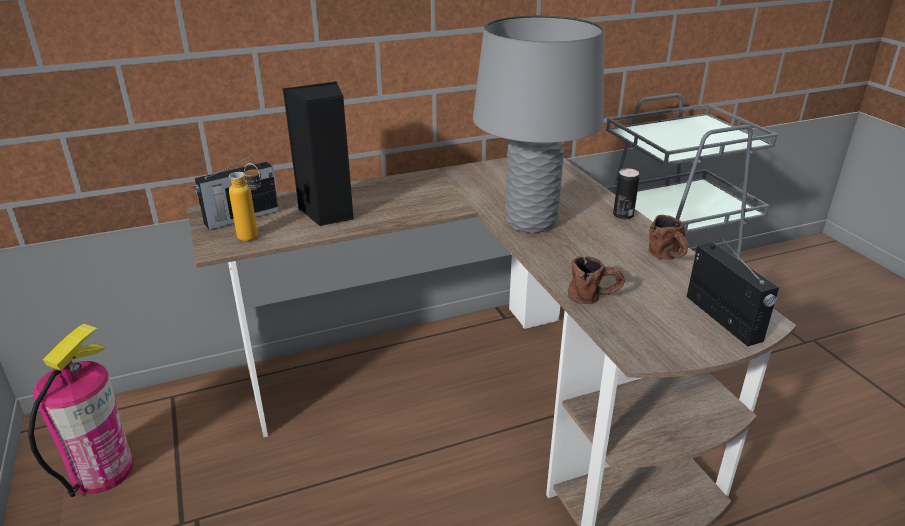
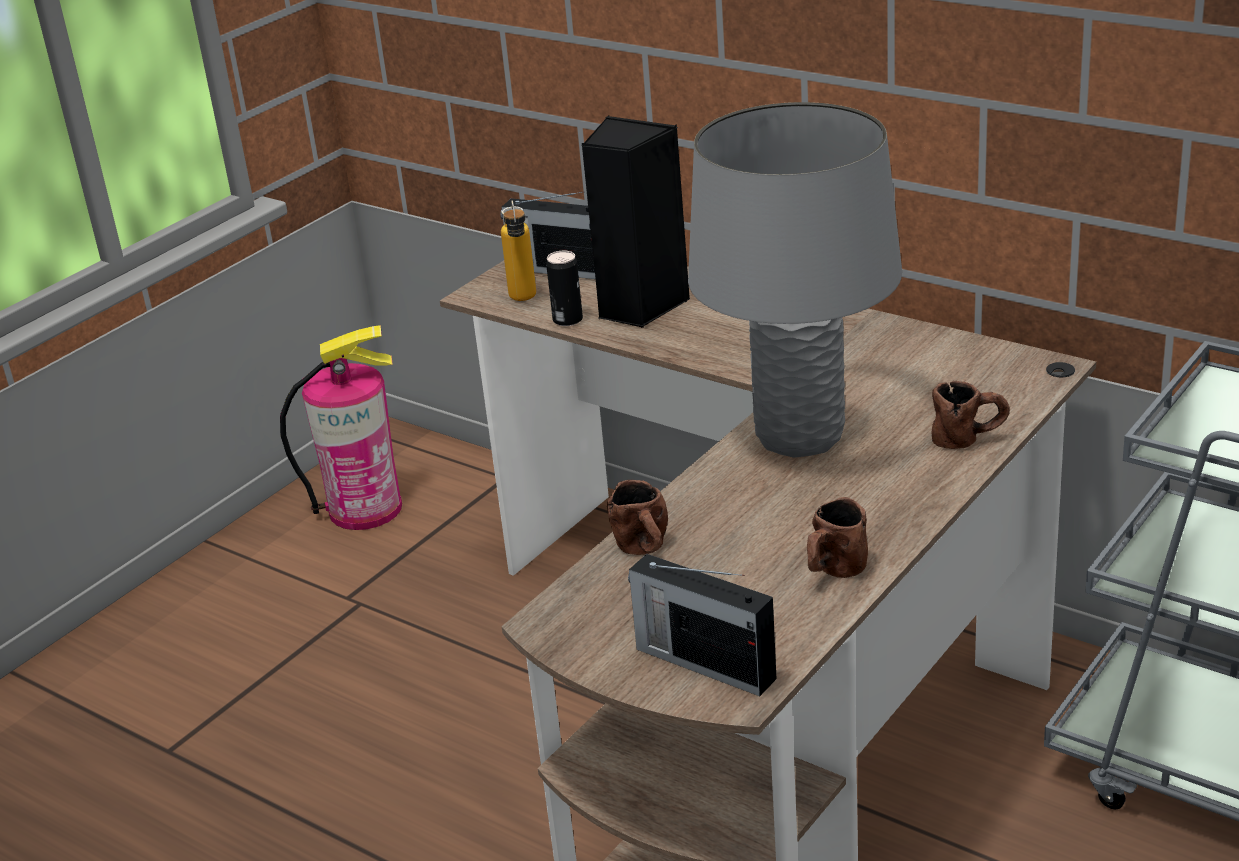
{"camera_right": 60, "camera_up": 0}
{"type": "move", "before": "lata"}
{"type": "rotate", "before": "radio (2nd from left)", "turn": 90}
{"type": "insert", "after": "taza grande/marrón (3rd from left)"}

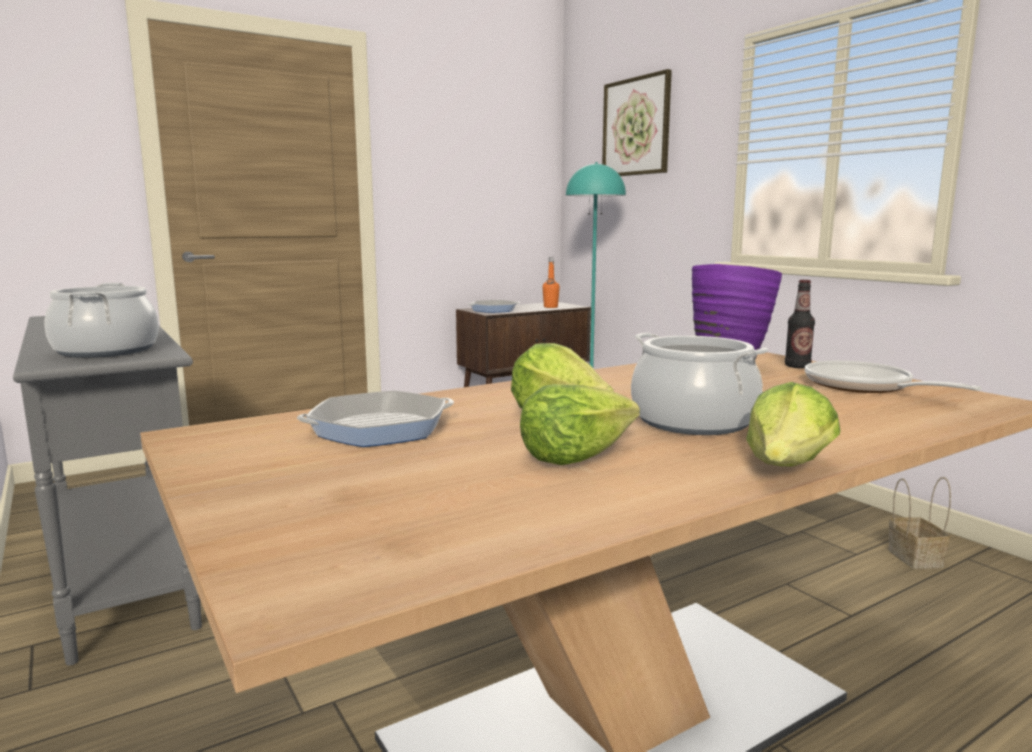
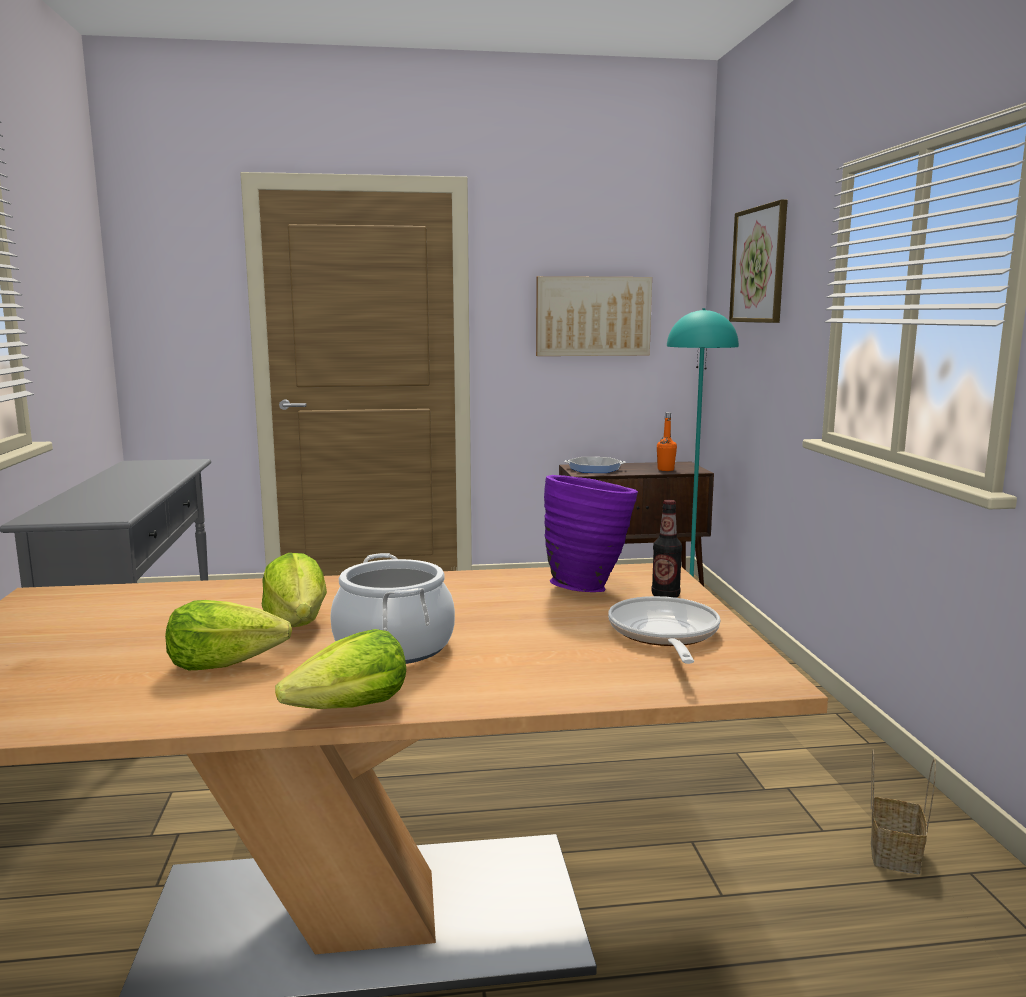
{"camera_right": 25, "camera_up": 0}
{"type": "delete", "before": "olla (1st from left)"}
{"type": "delete", "before": "sartén (1st from left)"}
{"type": "insert", "after": "cuadro (1st from left)"}

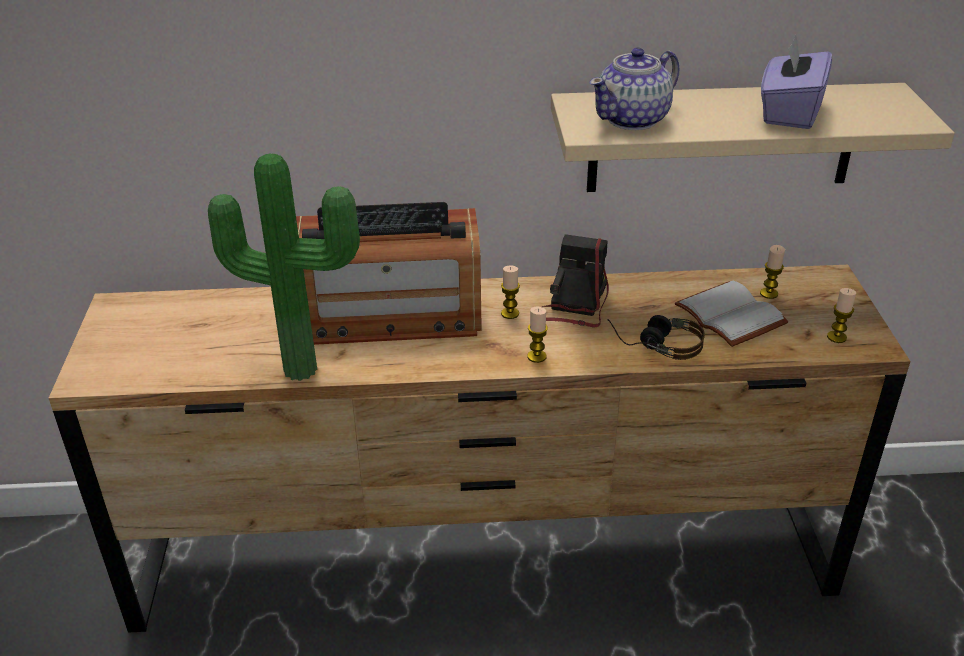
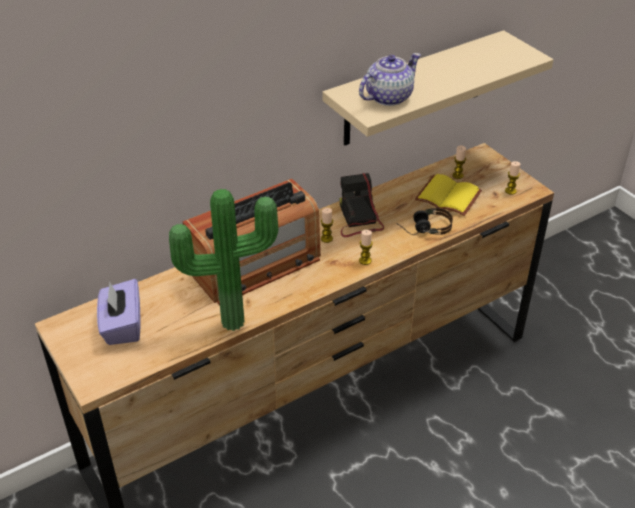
{"camera_right": -30, "camera_up": 5}
{"type": "rotate", "before": "tetera", "turn": -150}
{"type": "recolor", "before": "libro/blanco", "after": "libro/amarillo"}
{"type": "move", "before": "caja de pañuelos/morado"}

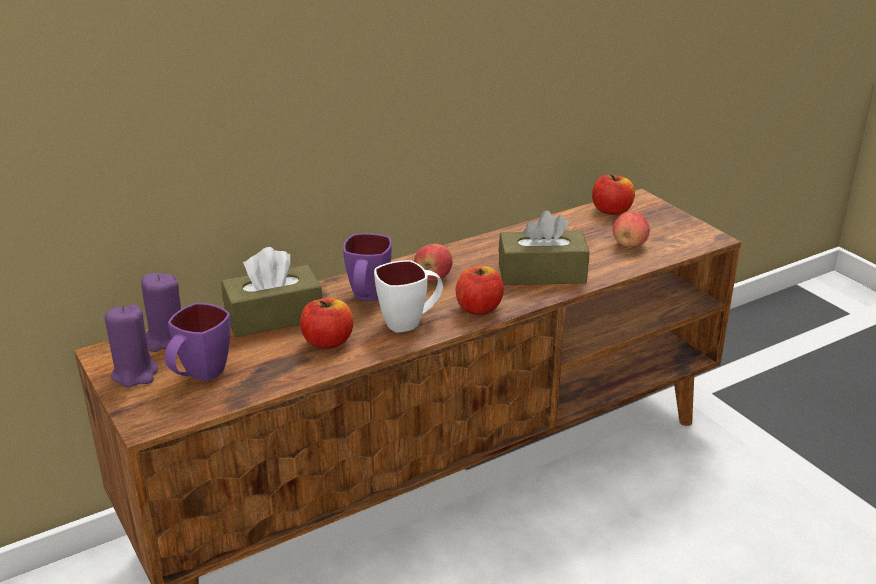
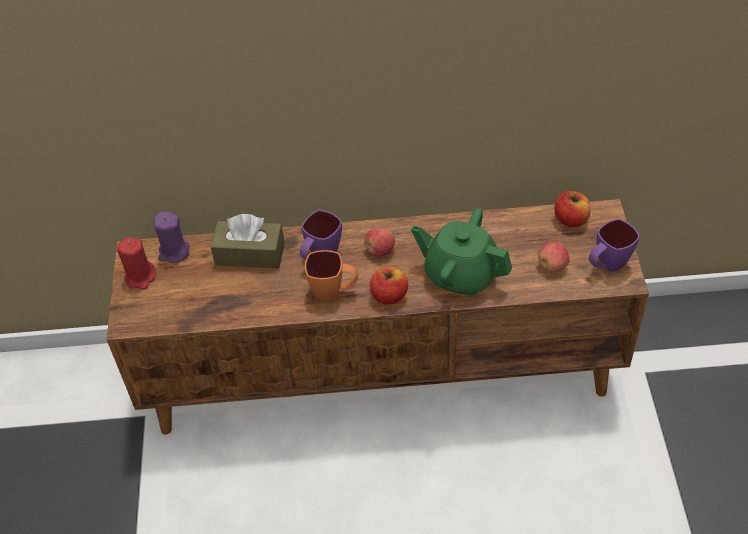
{"camera_right": 30, "camera_up": 20}
{"type": "recolor", "before": "vela/morado (1st from left)", "after": "vela/rojo"}
{"type": "move", "before": "taza grande/morado (1st from left in the first image)", "after": "taza grande/morado (2nd from left)"}
{"type": "delete", "before": "manzana (1st from left)"}
{"type": "recolor", "before": "taza grande/blanco", "after": "taza grande/naranja"}
{"type": "replace", "before": "caja de pañuelos/marrón (2nd from left)", "after": "tetera/verde"}

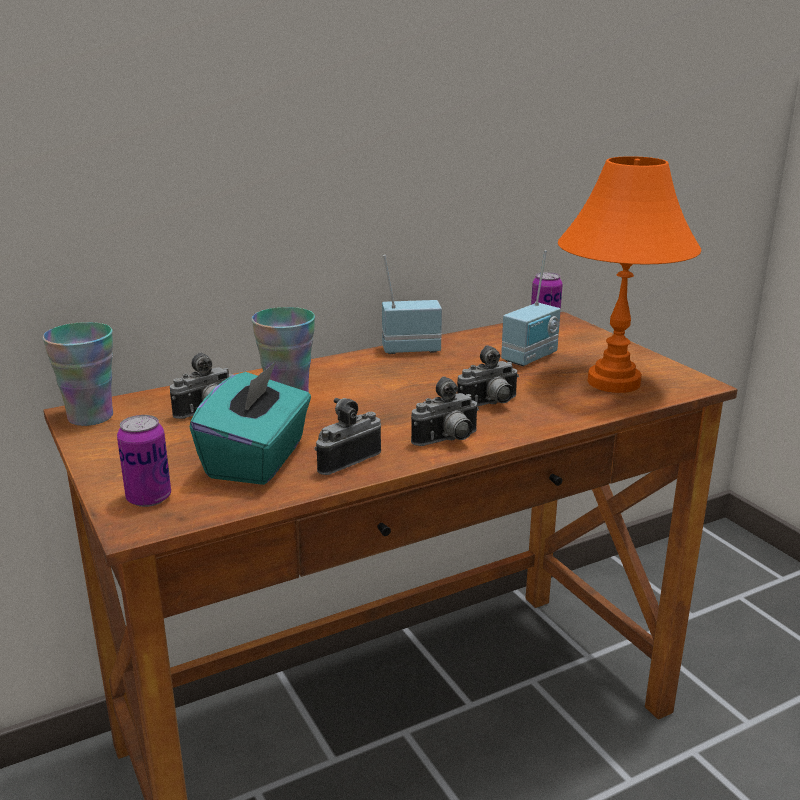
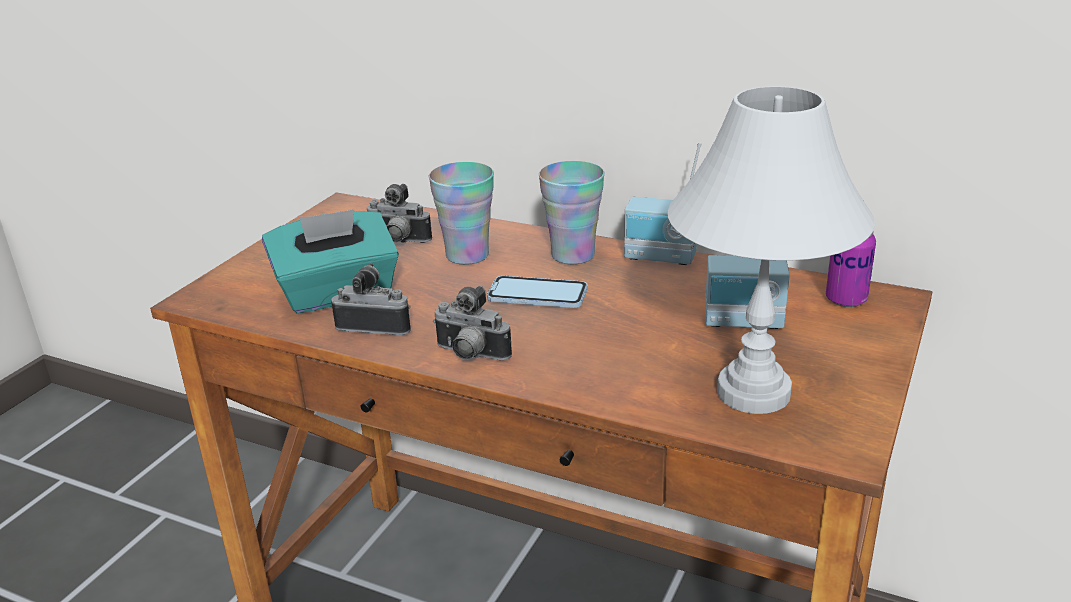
{"camera_right": 55, "camera_up": 5}
{"type": "move", "before": "taza (1st from left in the first image)", "after": "taza (2nd from left)"}
{"type": "delete", "before": "lata (1st from left)"}
{"type": "rotate", "before": "radio (1st from left)", "turn": 150}
{"type": "delete", "before": "cámara (4th from left)"}
{"type": "recolor", "before": "lámpara de mesa/naranja", "after": "lámpara de mesa/blanco"}
{"type": "insert", "after": "móvil"}

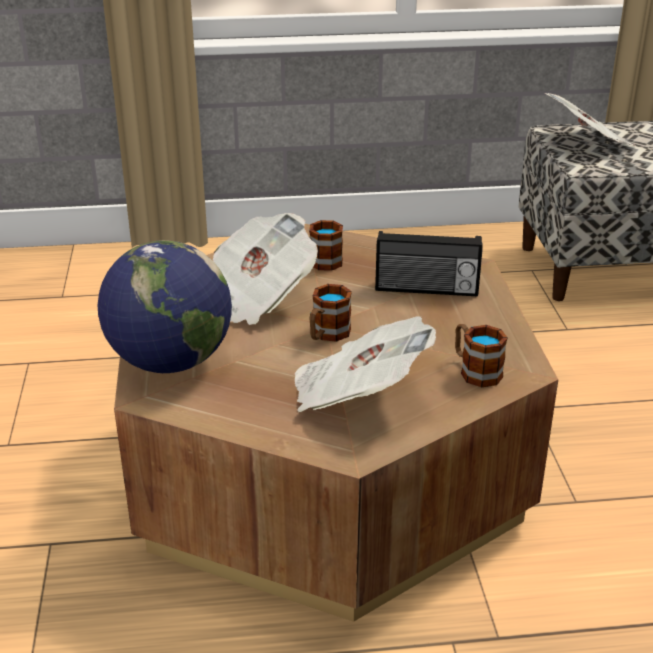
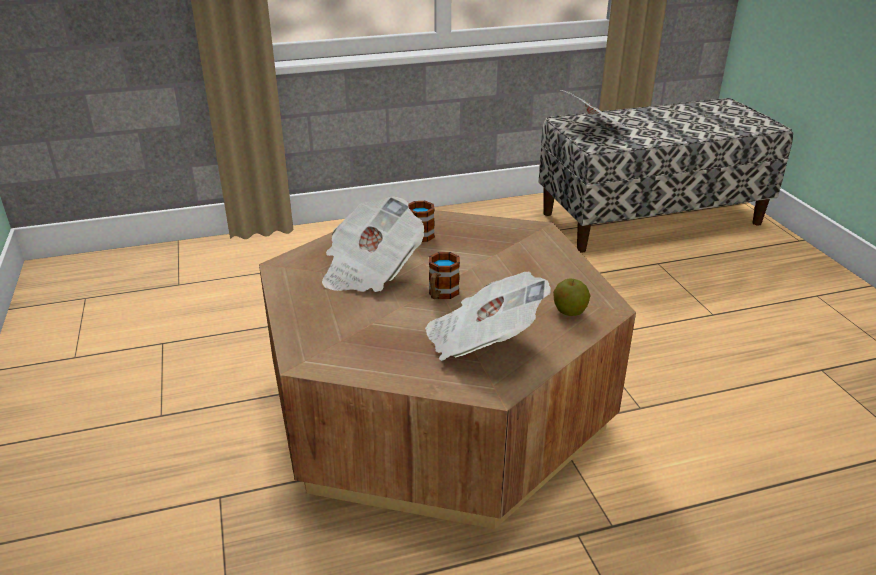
{"camera_right": -10, "camera_up": 0}
{"type": "delete", "before": "globo terráqueo"}
{"type": "delete", "before": "radio"}
{"type": "replace", "before": "taza grande (3rd from left)", "after": "manzana"}

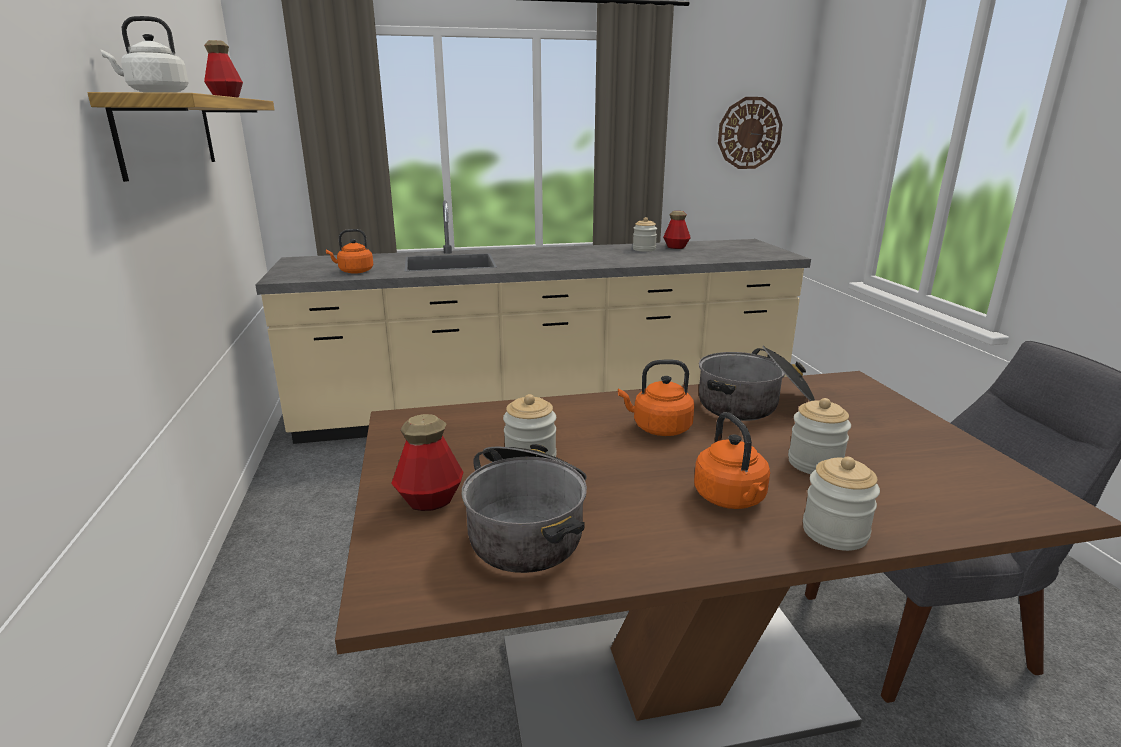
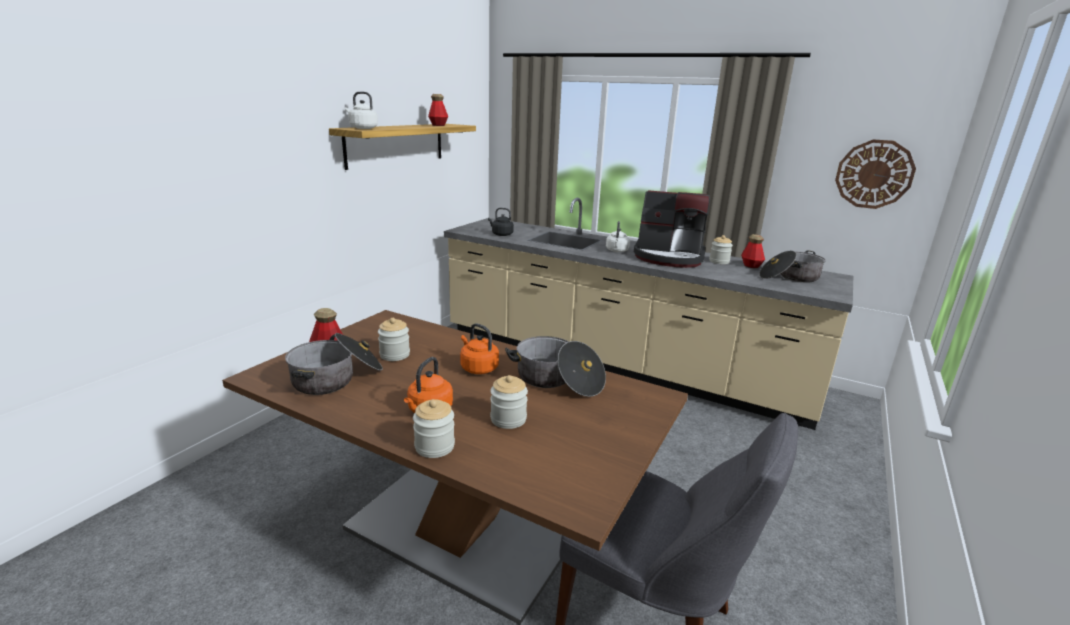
{"camera_right": 40, "camera_up": 0}
{"type": "recolor", "before": "hervidor/naranja (1st from left)", "after": "hervidor/negro"}
{"type": "insert", "after": "hervidor/blanco (2nd from left)"}
{"type": "insert", "after": "cafetera"}
{"type": "insert", "after": "olla (3rd from left)"}

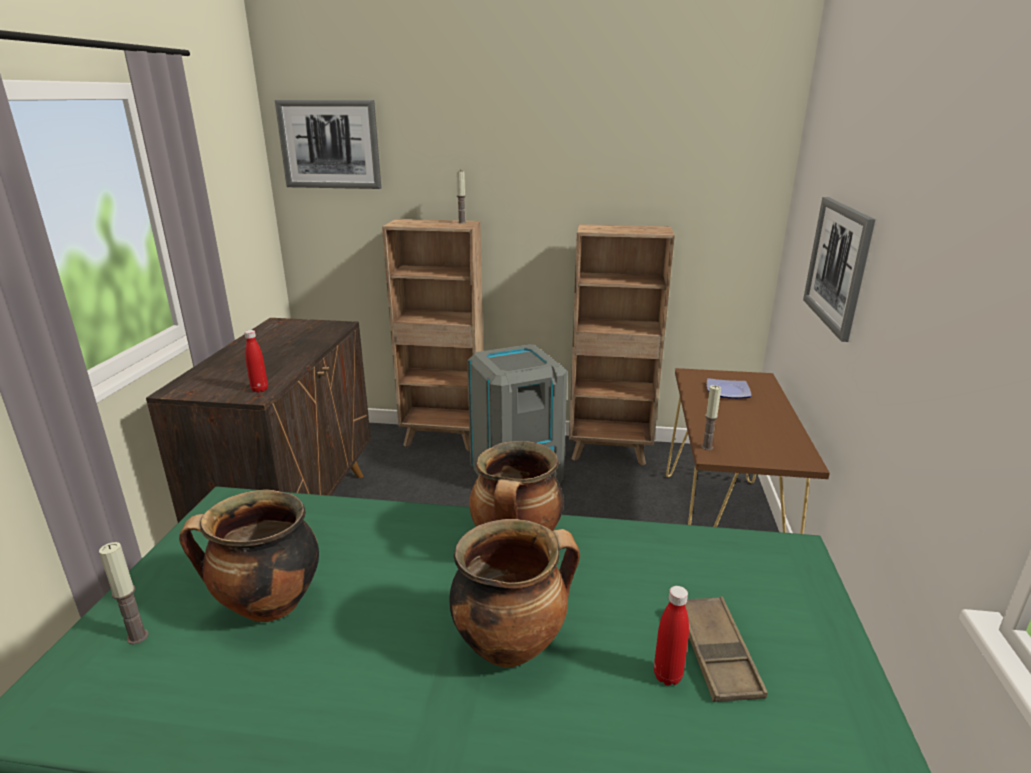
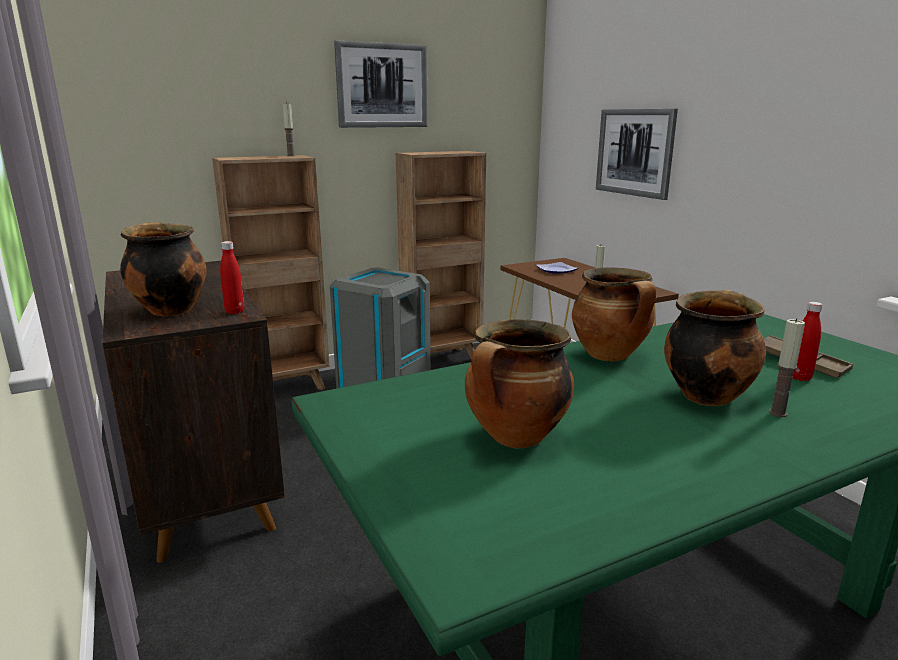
{"camera_right": -35, "camera_up": -5}
{"type": "move", "before": "vela (1st from left in the first image)", "after": "vela (3rd from left)"}
{"type": "move", "before": "cuadro (1st from left)"}
{"type": "insert", "after": "olla (1st from left)"}

